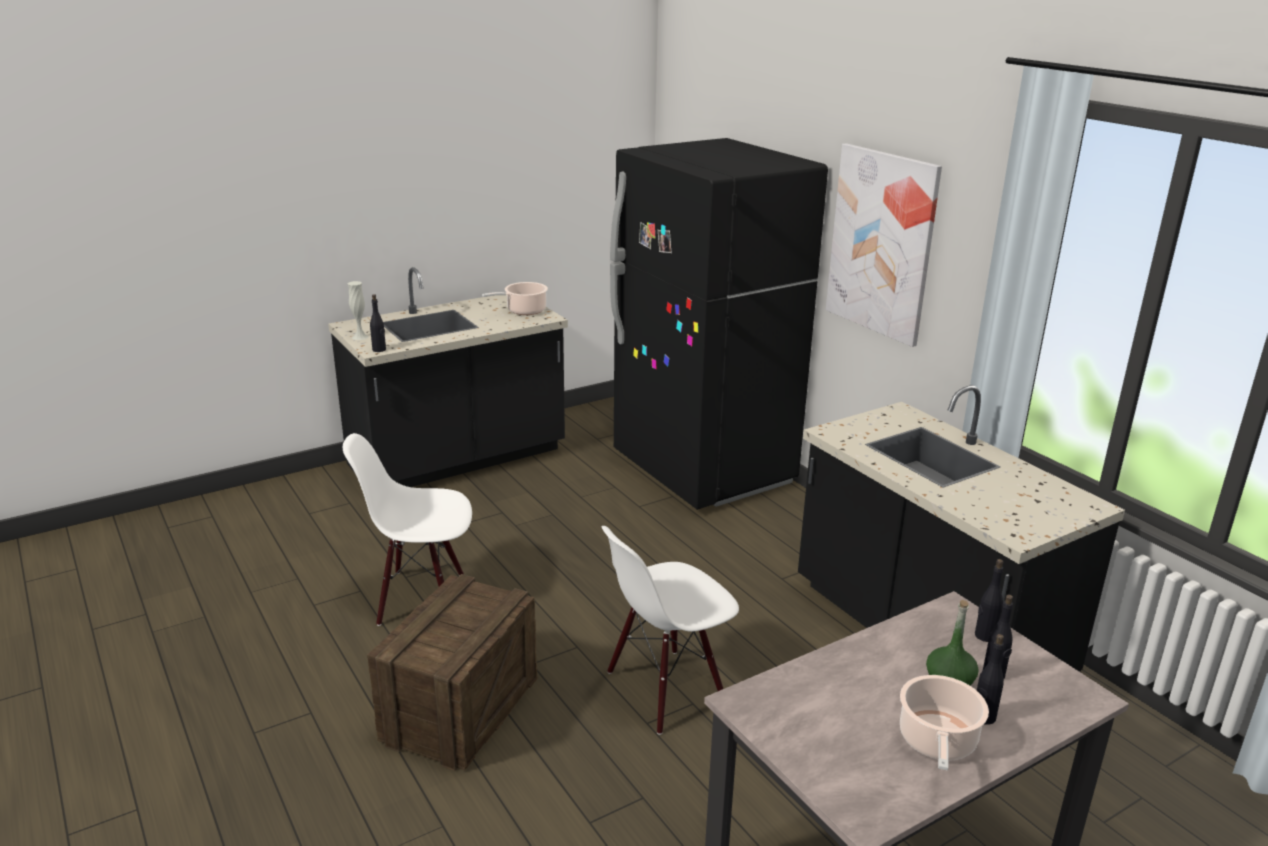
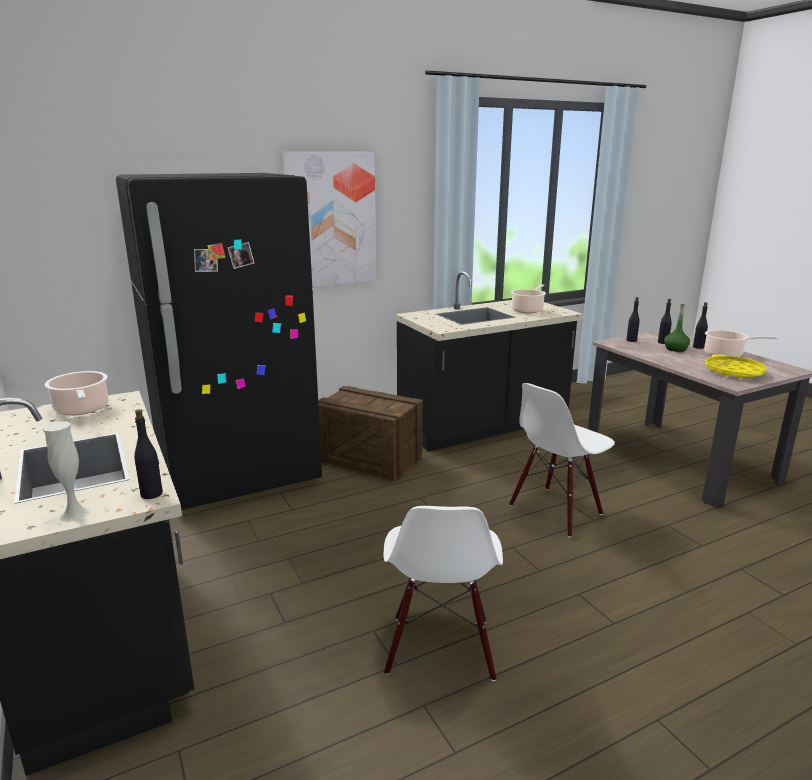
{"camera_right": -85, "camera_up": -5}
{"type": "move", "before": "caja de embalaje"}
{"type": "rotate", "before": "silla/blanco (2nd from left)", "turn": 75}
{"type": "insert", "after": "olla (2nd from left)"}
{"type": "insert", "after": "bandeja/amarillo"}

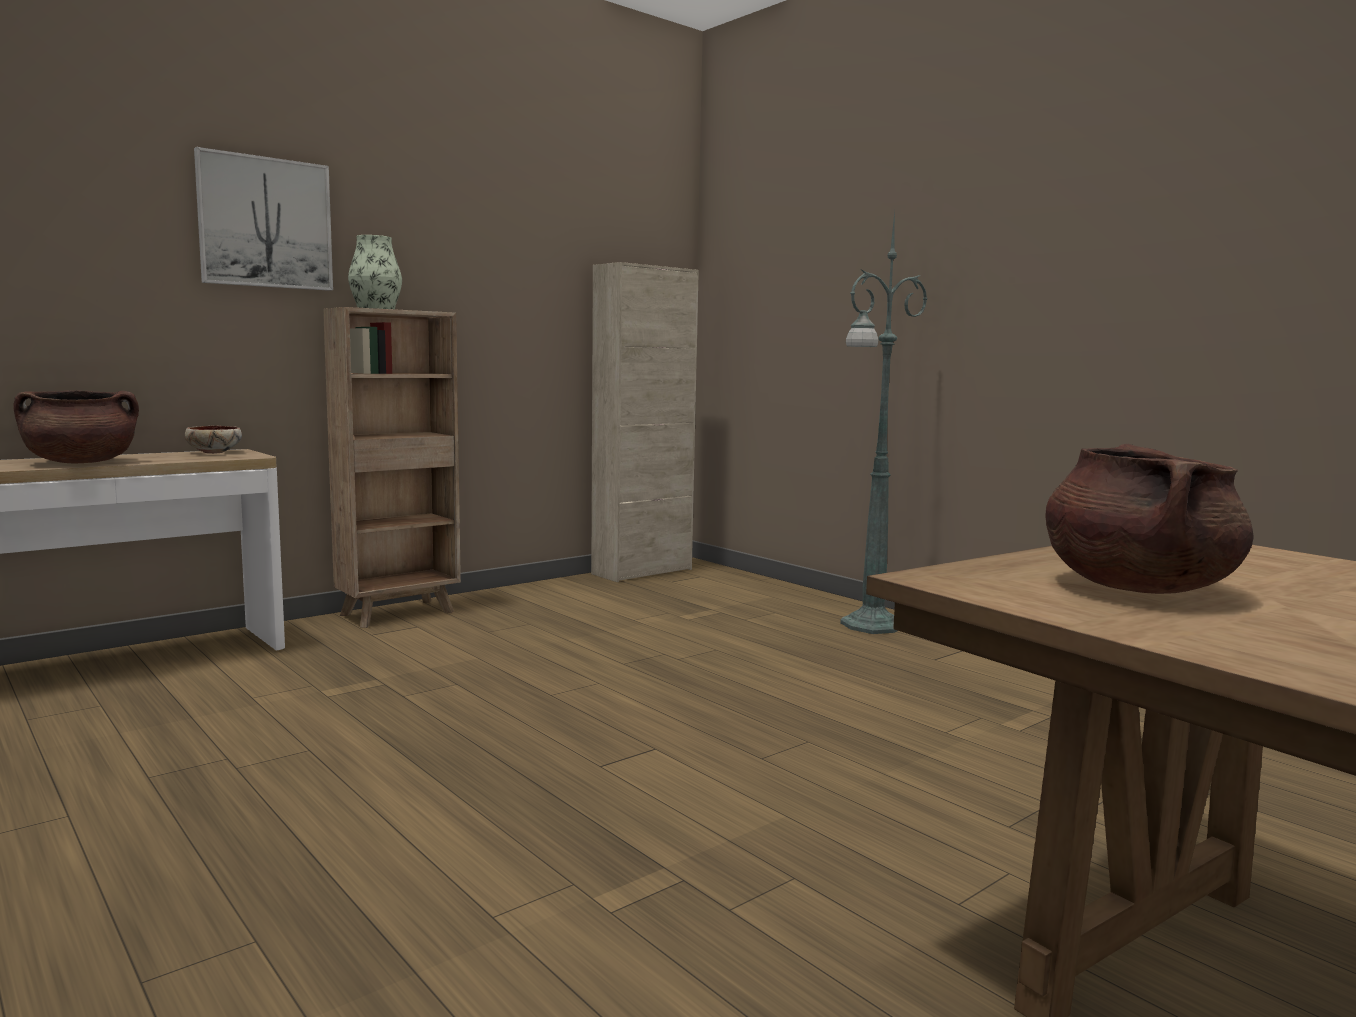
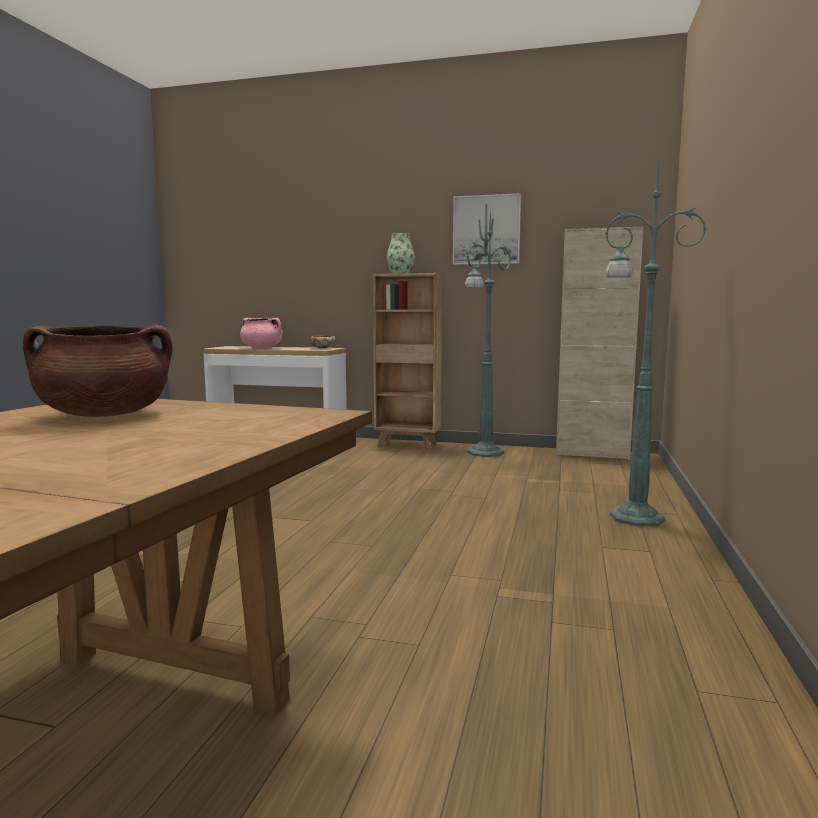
{"camera_right": 55, "camera_up": 0}
{"type": "recolor", "before": "olla/marrón (1st from left)", "after": "olla/rosa"}
{"type": "move", "before": "cuadro"}
{"type": "insert", "after": "lámpara de pie/verde (1st from left)"}

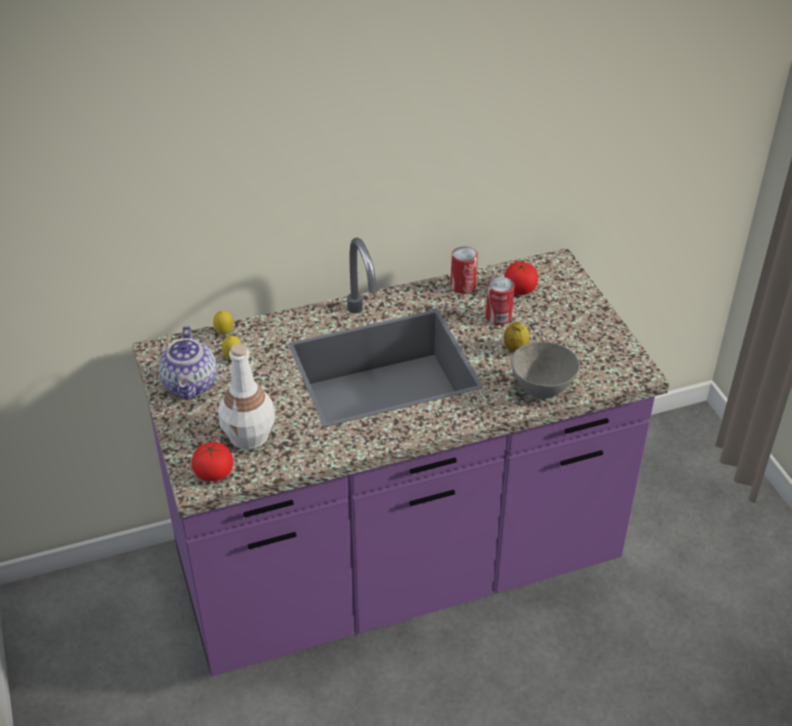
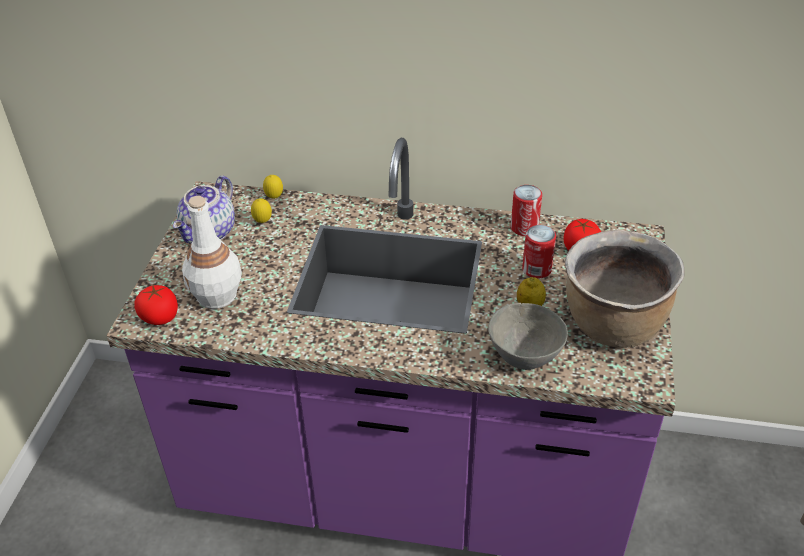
{"camera_right": 30, "camera_up": 0}
{"type": "insert", "after": "olla/marrón"}

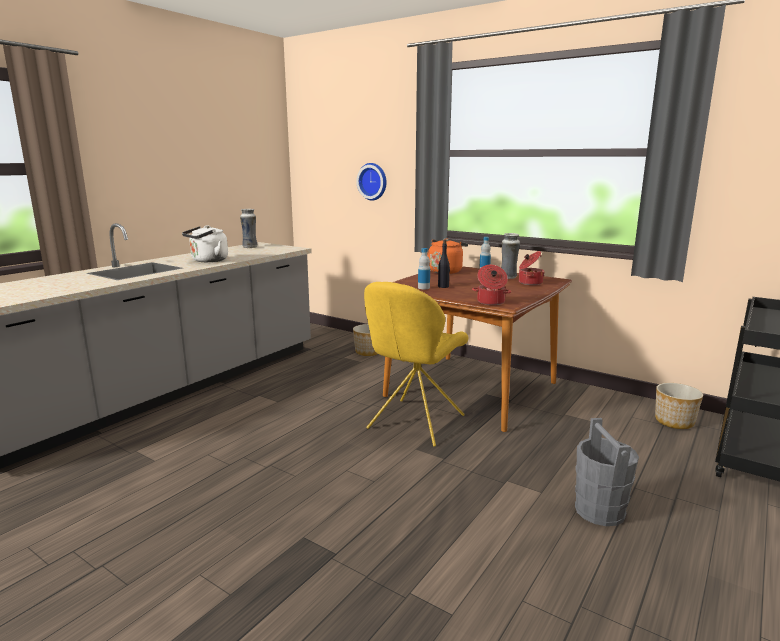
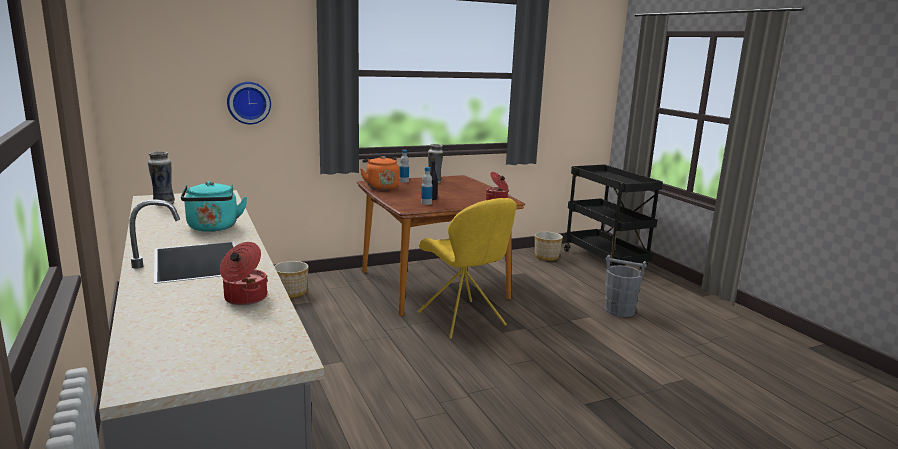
{"camera_right": -60, "camera_up": 0}
{"type": "recolor", "before": "hervidor/blanco", "after": "hervidor/turquesa"}
{"type": "move", "before": "olla (2nd from left in the first image)", "after": "olla (1st from left)"}

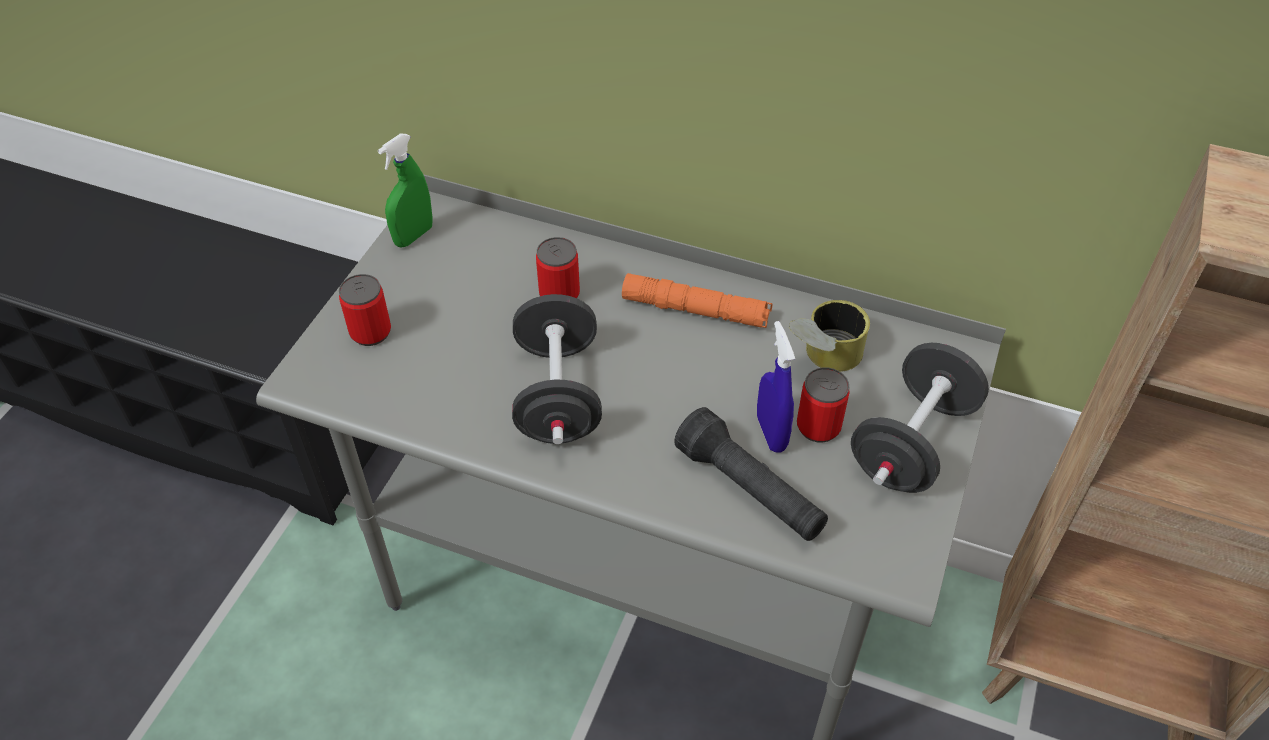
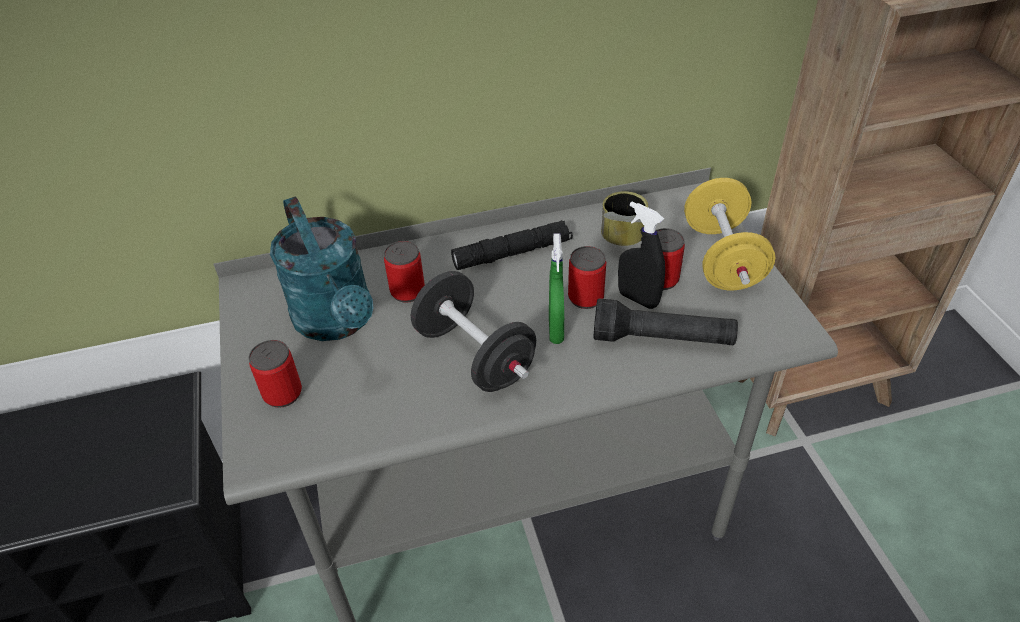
{"camera_right": -35, "camera_up": -5}
{"type": "move", "before": "pulverizador/verde"}
{"type": "recolor", "before": "linterna/naranja", "after": "linterna/negro (1st from left)"}
{"type": "recolor", "before": "pulverizador/azul", "after": "pulverizador/negro"}
{"type": "recolor", "before": "mancuerna/negro (2nd from left)", "after": "mancuerna/amarillo"}
{"type": "insert", "after": "regadera/turquesa"}
{"type": "insert", "after": "lata (3rd from left)"}

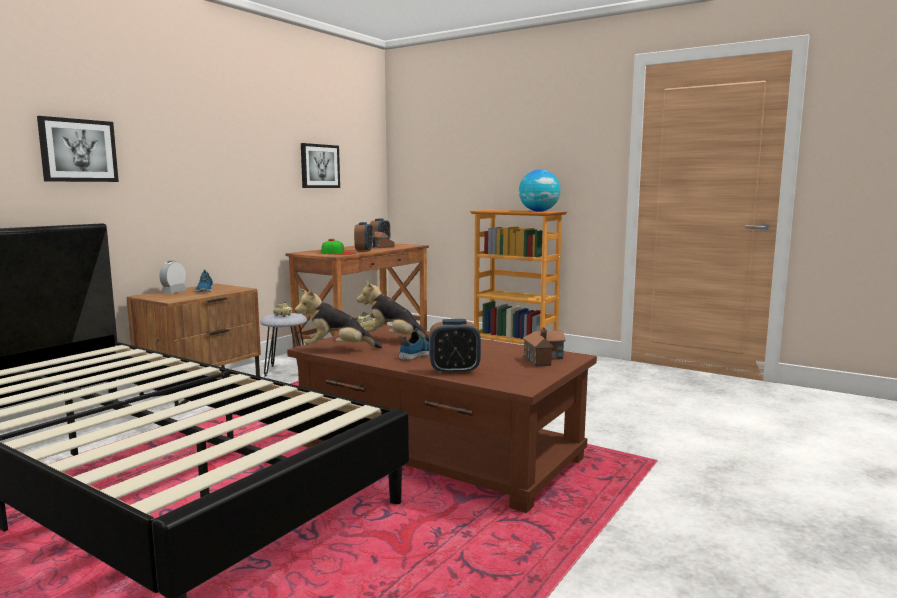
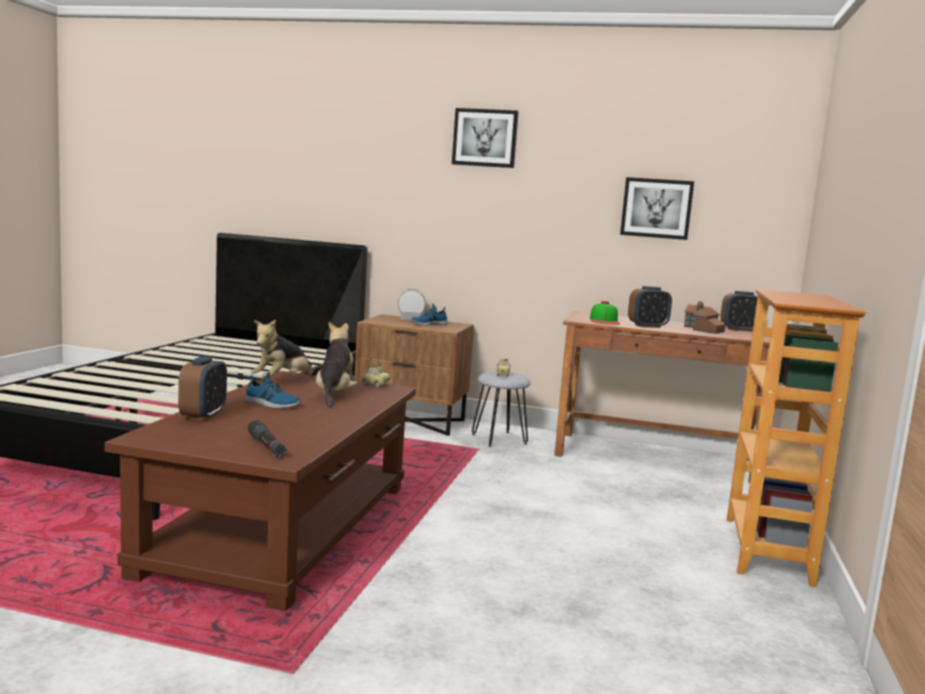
{"camera_right": 70, "camera_up": 0}
{"type": "move", "before": "cuadro (1st from left)"}
{"type": "rotate", "before": "peluche (1st from left)", "turn": -120}
{"type": "rotate", "before": "despertador (4th from left in the first image)", "turn": -150}
{"type": "delete", "before": "globo terráqueo"}
{"type": "replace", "before": "casita (2nd from left)", "after": "linterna/negro"}

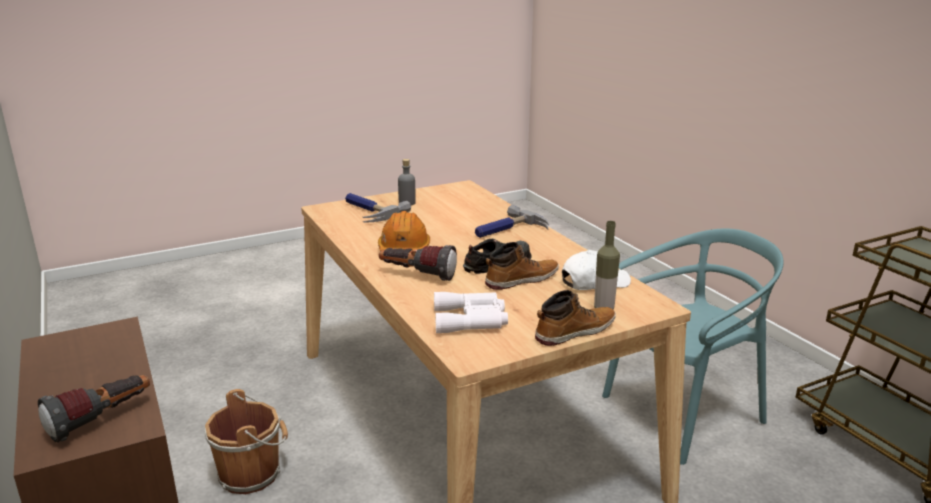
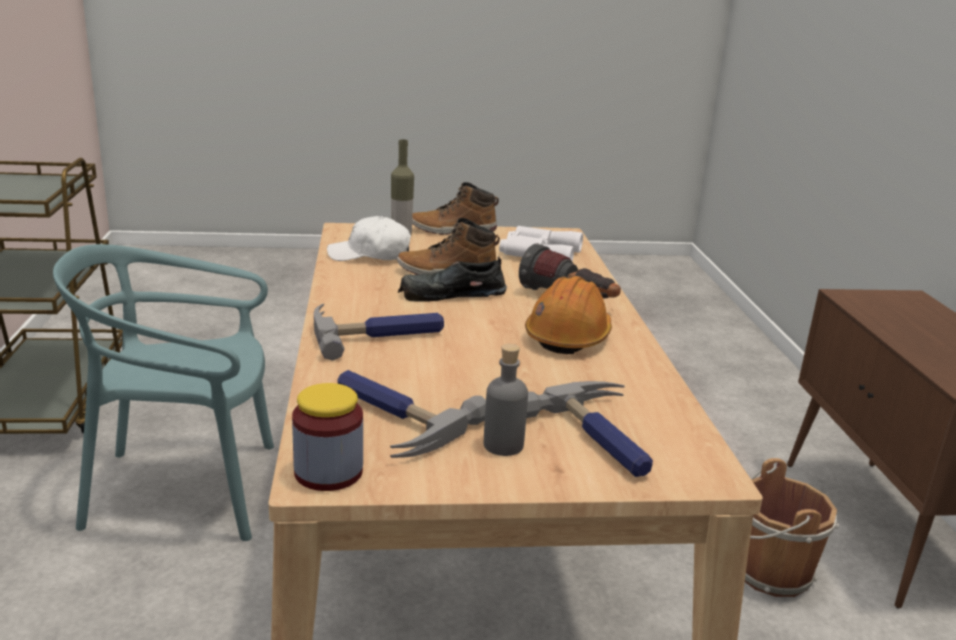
{"camera_right": -160, "camera_up": 0}
{"type": "delete", "before": "linterna (1st from left)"}
{"type": "insert", "after": "tarro"}
{"type": "insert", "after": "martillo (2nd from left)"}

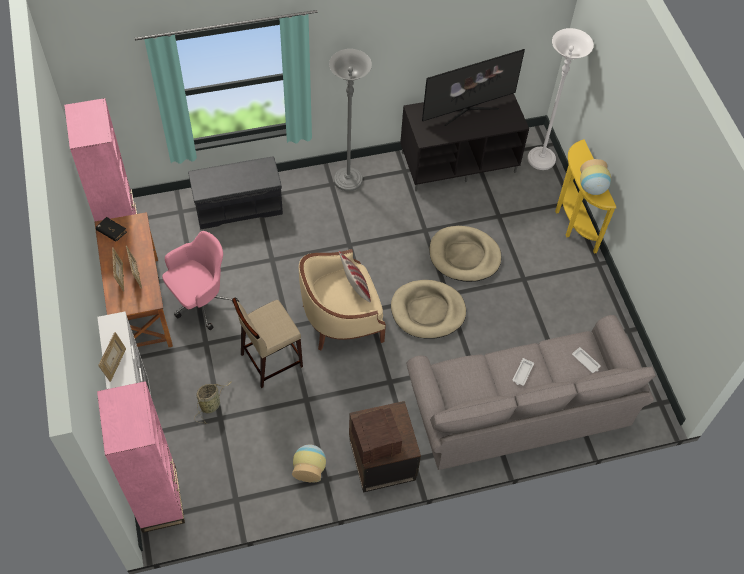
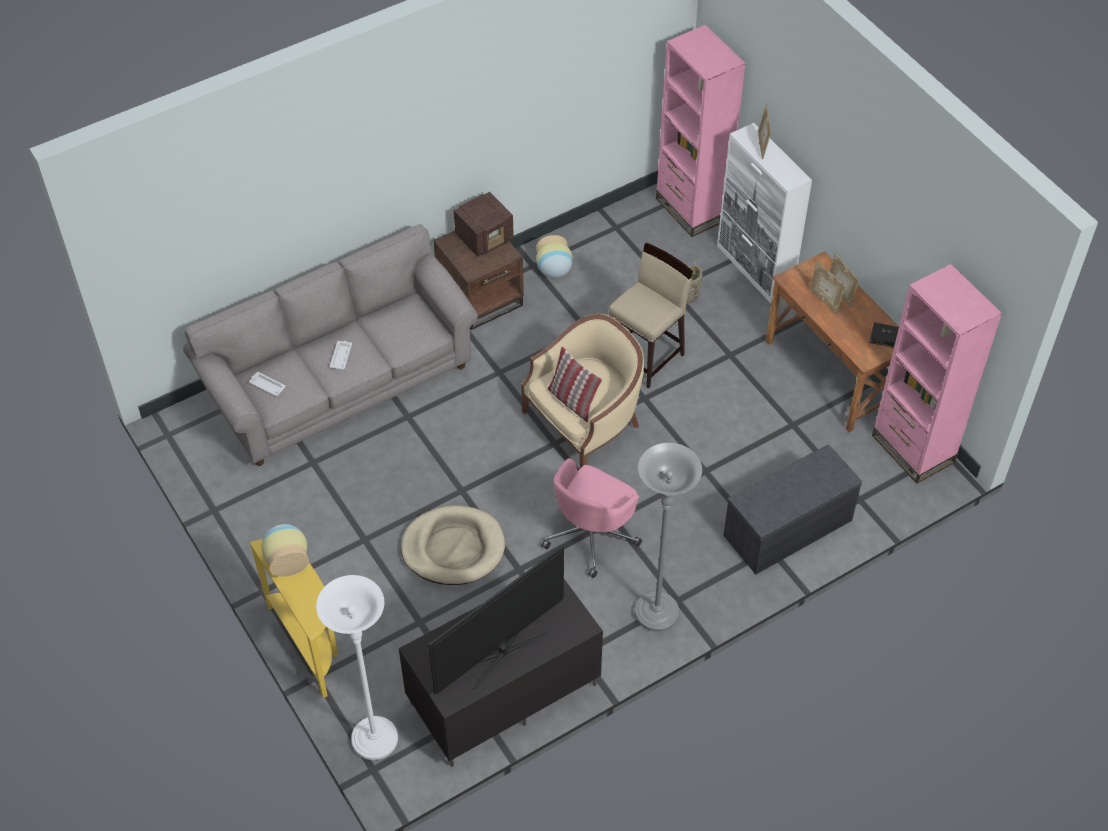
{"camera_right": 165, "camera_up": -5}
{"type": "move", "before": "silla de oficina/rosa"}
{"type": "delete", "before": "cama para perro/beis (1st from left)"}

